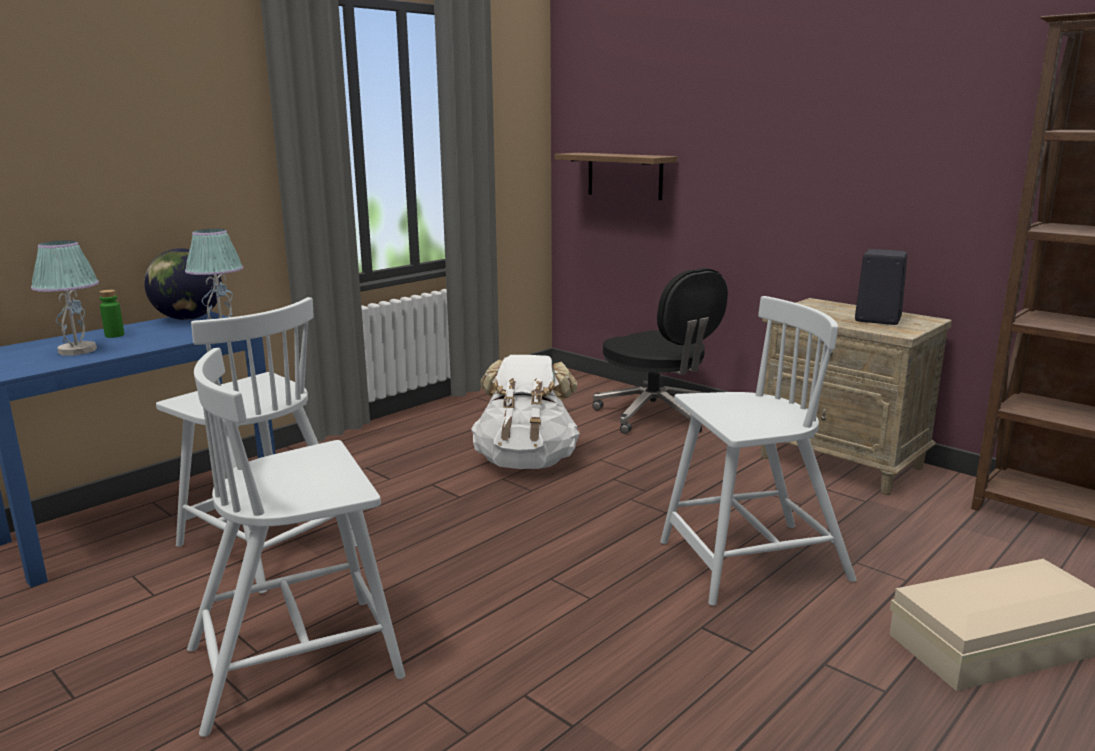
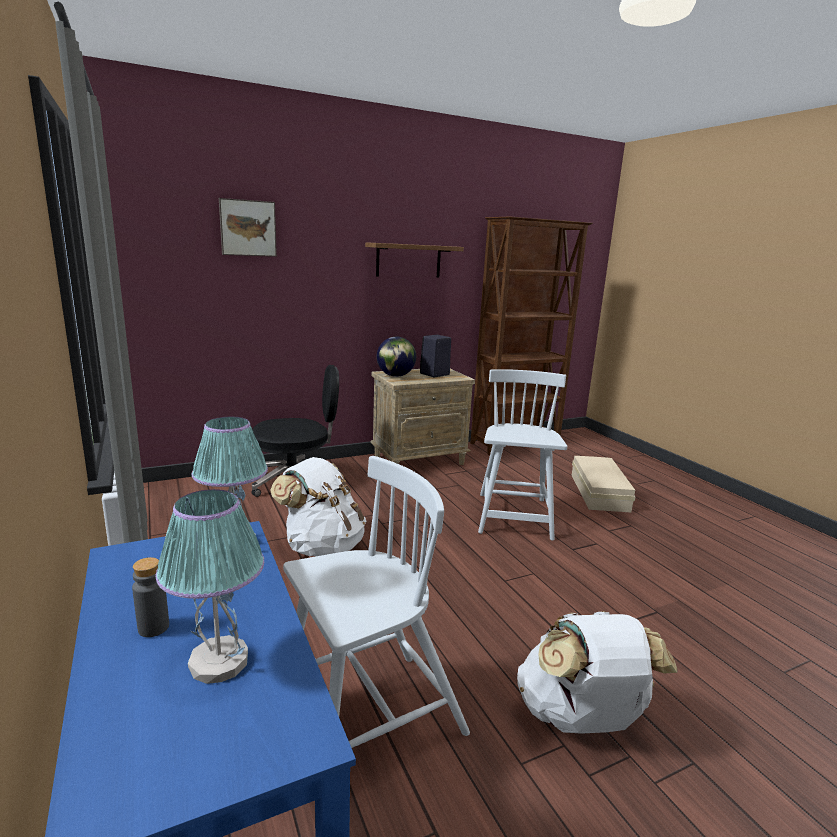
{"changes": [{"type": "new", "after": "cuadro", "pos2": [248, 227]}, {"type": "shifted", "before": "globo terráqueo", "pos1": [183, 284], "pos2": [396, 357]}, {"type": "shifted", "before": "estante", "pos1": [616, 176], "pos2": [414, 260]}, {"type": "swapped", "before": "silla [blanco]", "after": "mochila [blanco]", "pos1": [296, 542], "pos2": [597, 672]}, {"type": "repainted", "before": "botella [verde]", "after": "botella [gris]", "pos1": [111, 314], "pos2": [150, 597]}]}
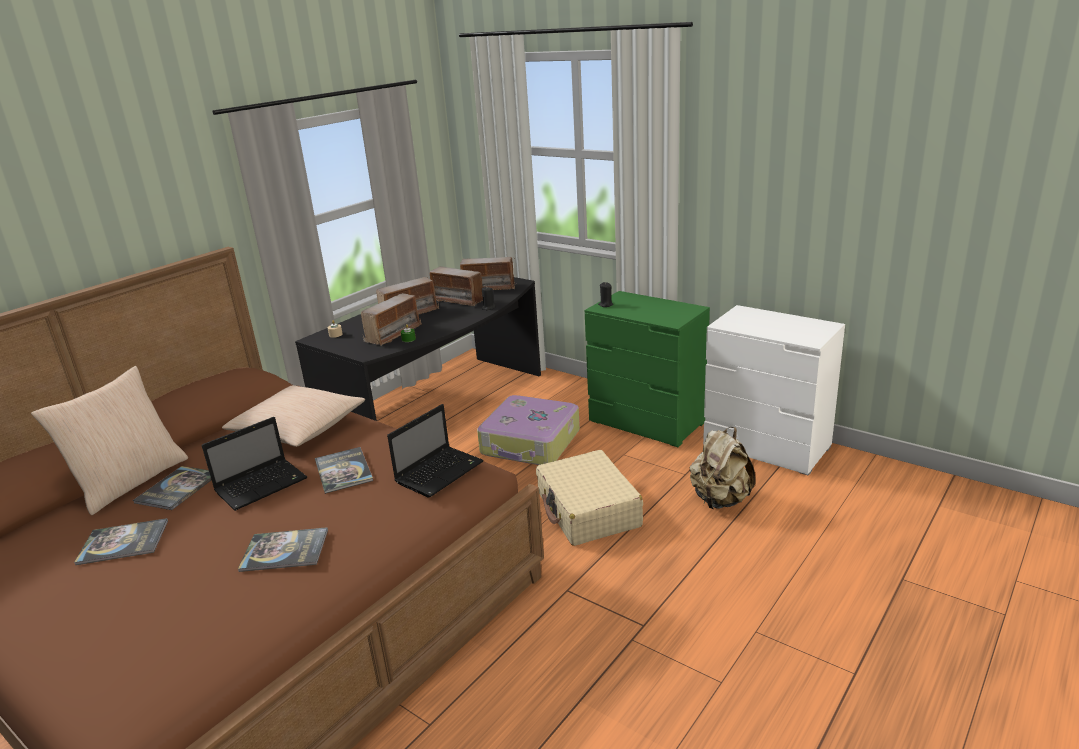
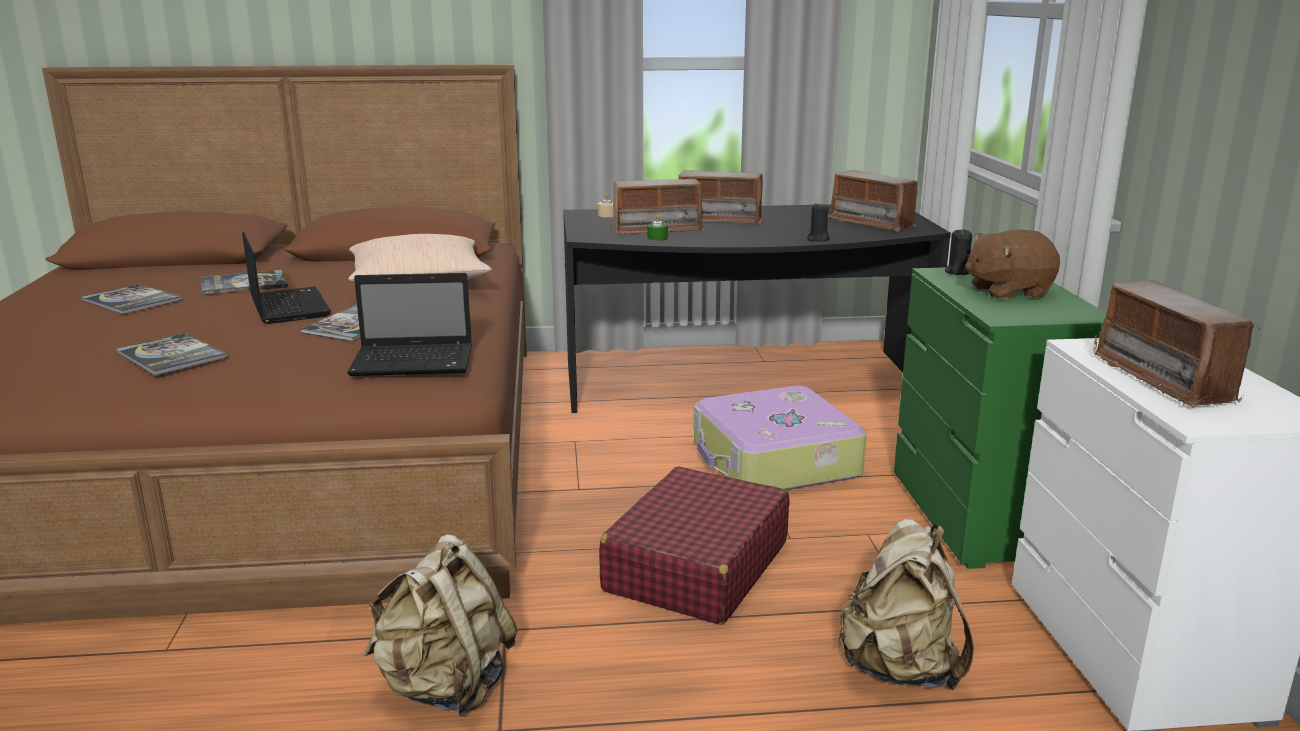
{"changes": [{"type": "gone", "before": "cojín [beis]", "pos1": [109, 440]}, {"type": "new", "after": "mochila [beis]", "pos2": [440, 625]}, {"type": "new", "after": "peluche [marrón]", "pos2": [1012, 264]}, {"type": "shifted", "before": "radio", "pos1": [456, 286], "pos2": [1176, 344]}, {"type": "repainted", "before": "maleta [beis]", "after": "maleta [rojo]", "pos1": [589, 498], "pos2": [694, 545]}, {"type": "rotated", "before": "portátil", "pos1": [254, 464], "pos2": [286, 278], "turn": -120}]}
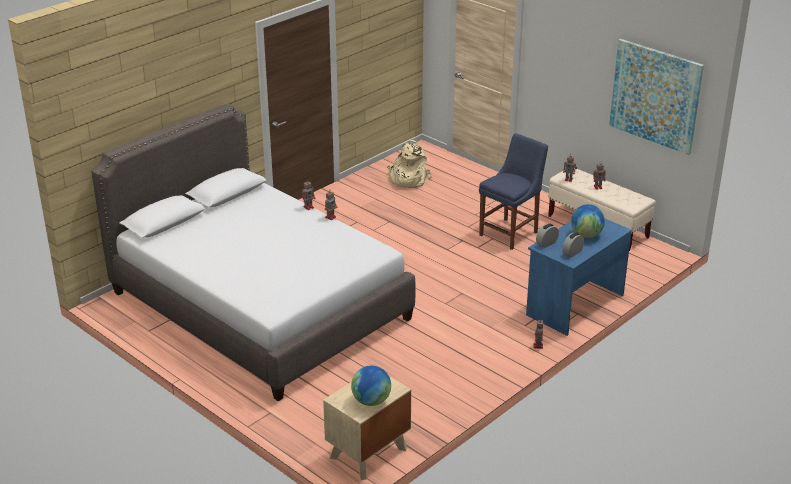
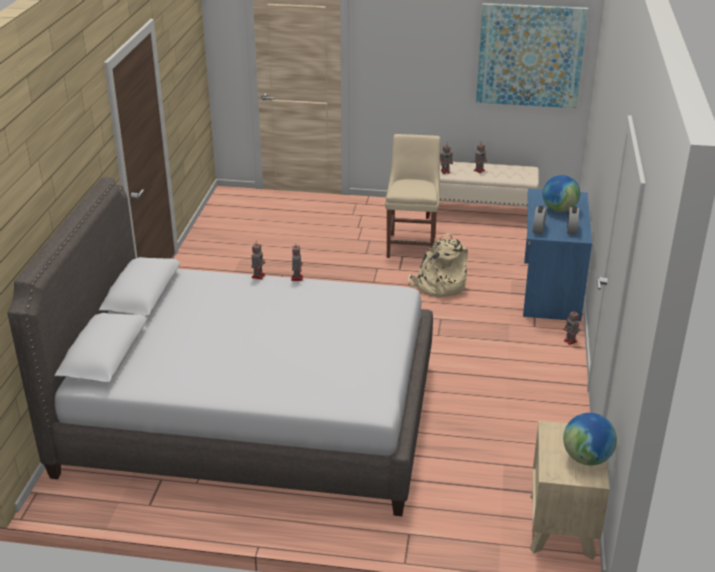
{"changes": [{"type": "shifted", "before": "mochila [beis]", "pos1": [409, 164], "pos2": [438, 265]}, {"type": "repainted", "before": "silla [azul]", "after": "silla [beis]", "pos1": [513, 191], "pos2": [413, 196]}]}
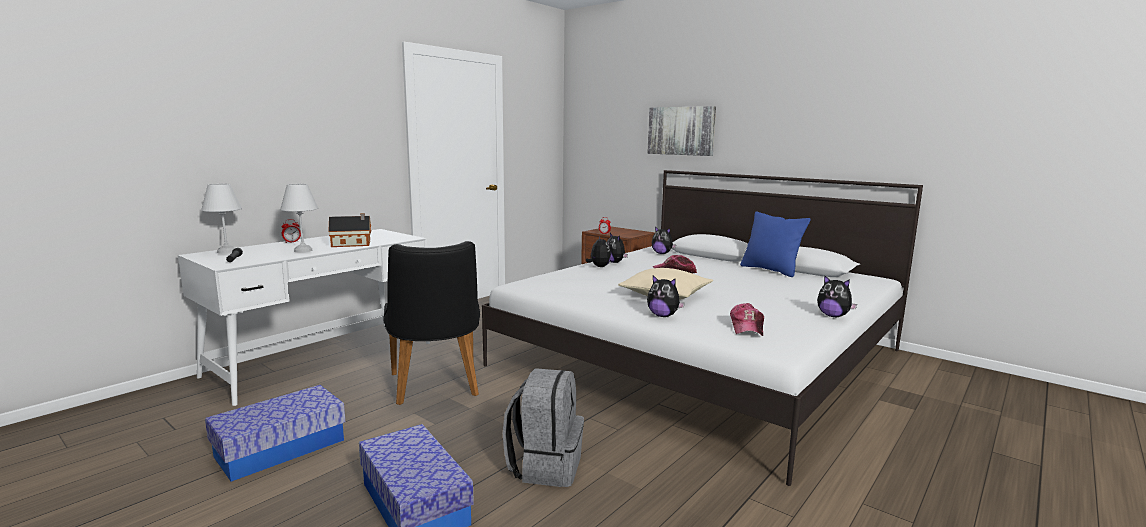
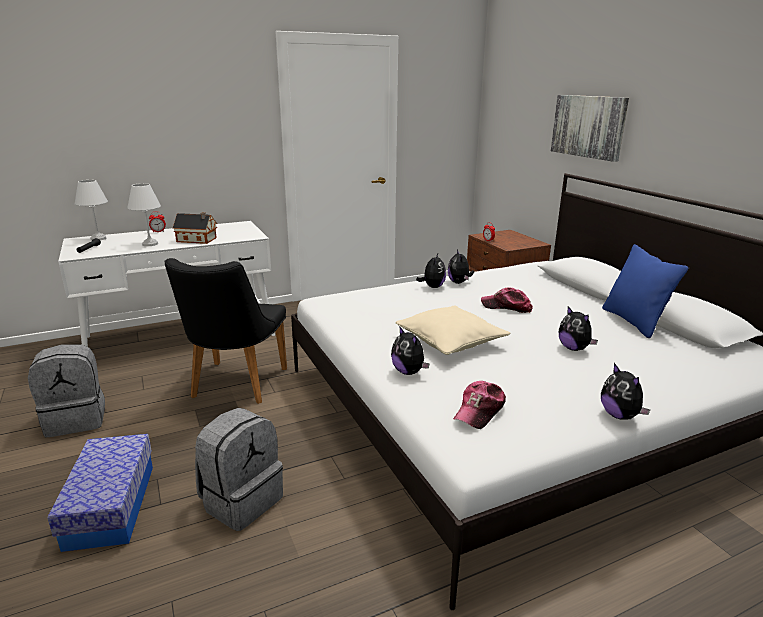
{"changes": [{"type": "shifted", "before": "peluche", "pos1": [664, 240], "pos2": [578, 328]}, {"type": "swapped", "before": "caja de almacenaje", "after": "mochila [gris]", "pos1": [275, 433], "pos2": [66, 391]}]}
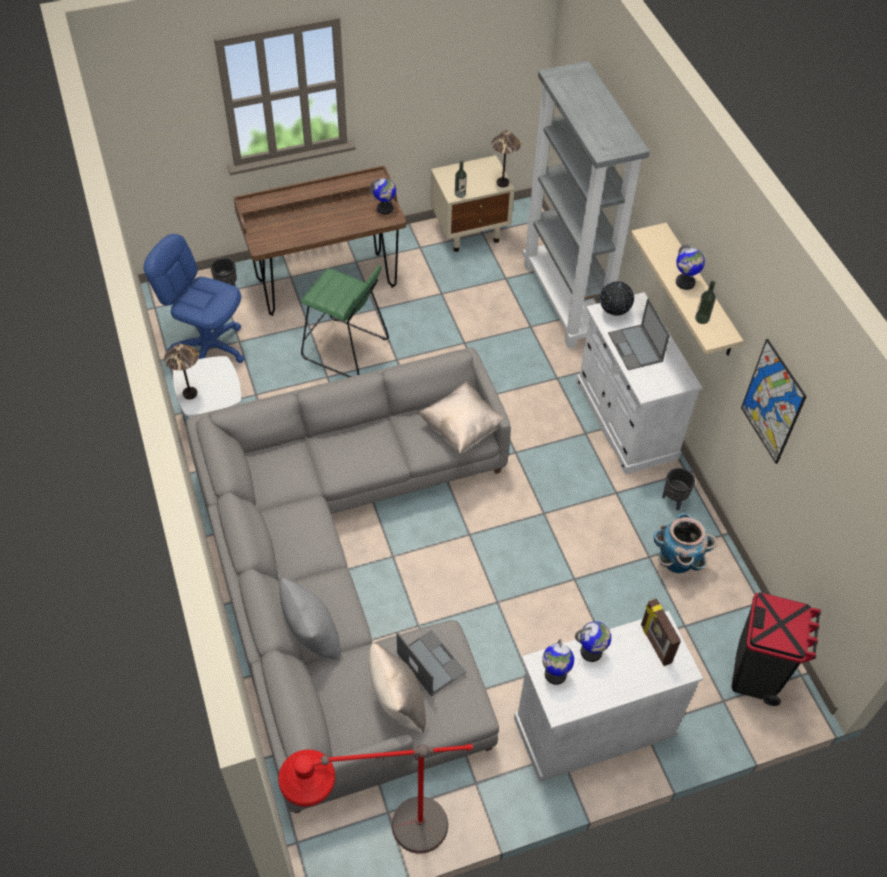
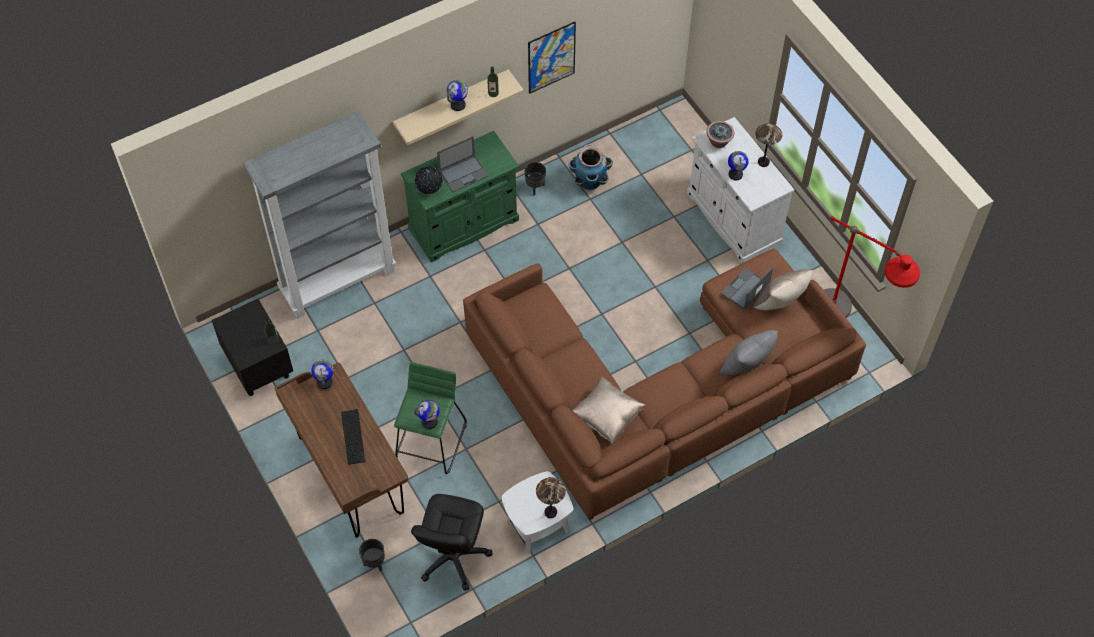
{"changes": [{"type": "gone", "before": "papelera [negro]", "pos1": [776, 649]}, {"type": "new", "after": "teclado", "pos2": [353, 437]}, {"type": "shifted", "before": "cojín [beis]", "pos1": [460, 417], "pos2": [609, 410]}, {"type": "shifted", "before": "lámpara de mesa", "pos1": [506, 158], "pos2": [769, 145]}, {"type": "shifted", "before": "globo terráqueo", "pos1": [558, 662], "pos2": [427, 414]}, {"type": "swapped", "before": "portarretratos", "after": "planta en maceta", "pos1": [661, 632], "pos2": [720, 134]}, {"type": "repainted", "before": "silla de oficina [azul]", "after": "silla de oficina [negro]", "pos1": [194, 298], "pos2": [452, 542]}, {"type": "repainted", "before": "sofá [gris]", "after": "sofá [marrón]", "pos1": [348, 580], "pos2": [664, 384]}, {"type": "repainted", "before": "mesita de noche [beis]", "after": "mesita de noche [negro]", "pos1": [472, 203], "pos2": [252, 347]}, {"type": "repainted", "before": "armario [blanco]", "after": "armario [verde]", "pos1": [639, 383], "pos2": [460, 197]}]}
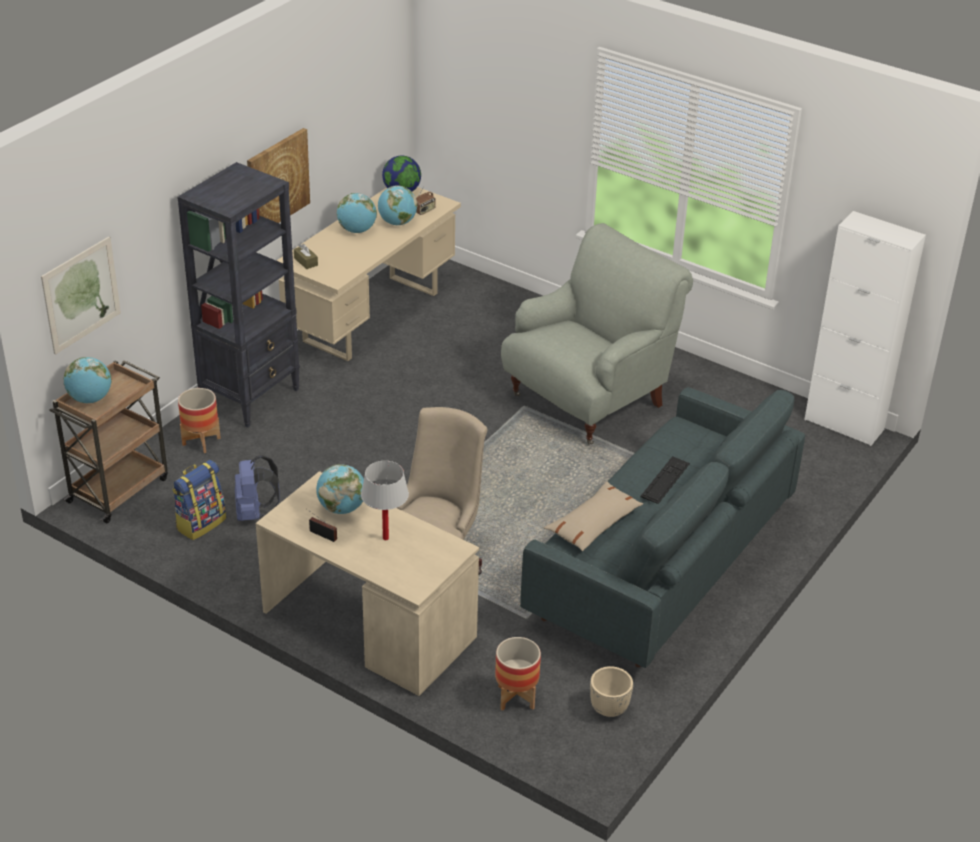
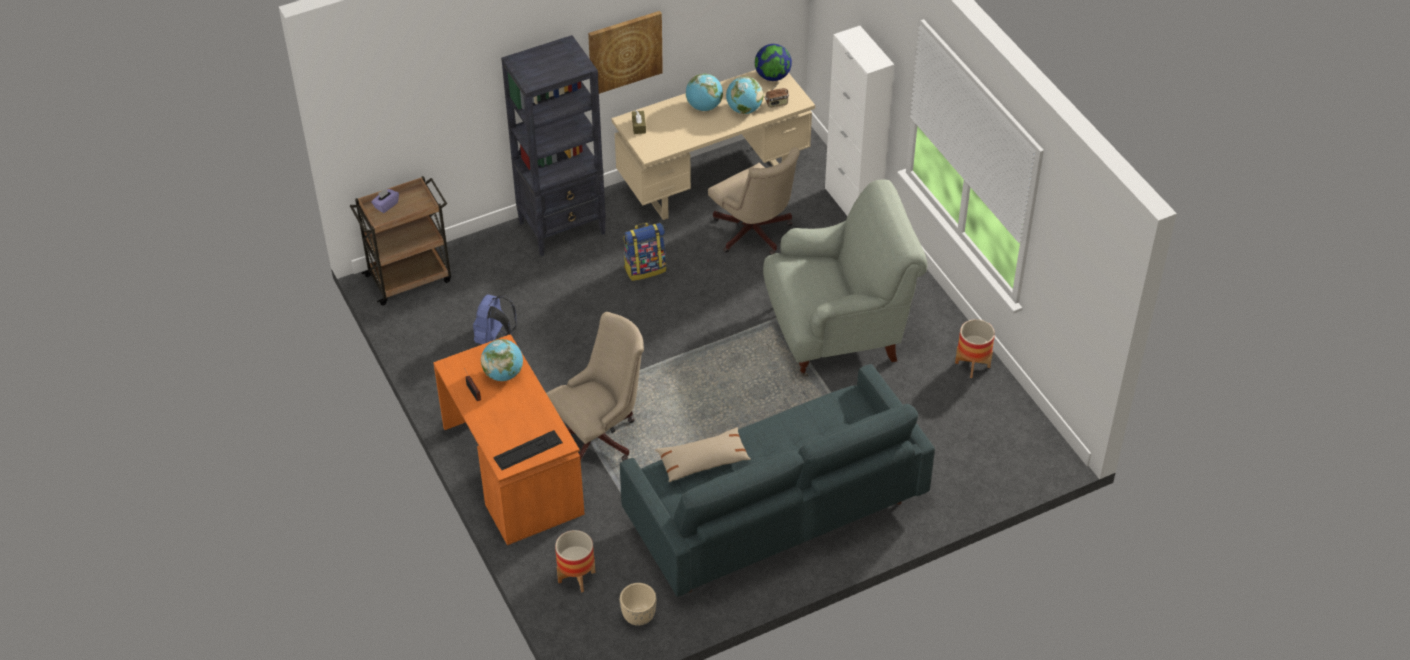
{"changes": [{"type": "gone", "before": "cuadro", "pos1": [81, 296]}, {"type": "gone", "before": "lámpara de mesa [blanco]", "pos1": [385, 500]}, {"type": "new", "after": "silla de oficina [beis]", "pos2": [754, 201]}, {"type": "shifted", "before": "mochila", "pos1": [199, 500], "pos2": [645, 252]}, {"type": "shifted", "before": "maceta", "pos1": [199, 420], "pos2": [975, 348]}, {"type": "shifted", "before": "teclado", "pos1": [665, 480], "pos2": [528, 450]}, {"type": "shifted", "before": "armario [blanco]", "pos1": [865, 328], "pos2": [859, 121]}, {"type": "swapped", "before": "globo terráqueo", "after": "caja de pañuelos [morado]", "pos1": [88, 380], "pos2": [385, 200]}, {"type": "repainted", "before": "escritorio [beis]", "after": "escritorio [naranja]", "pos1": [367, 583], "pos2": [509, 439]}]}
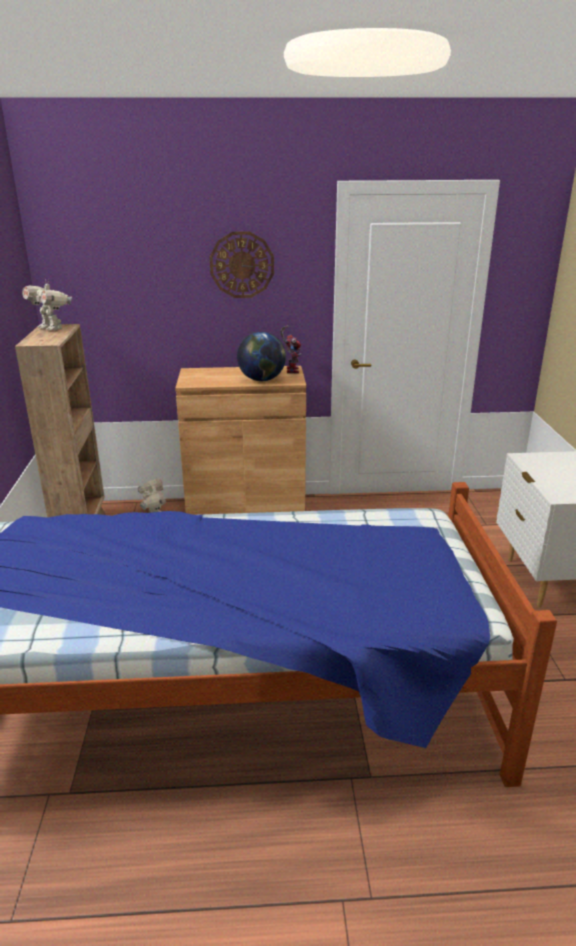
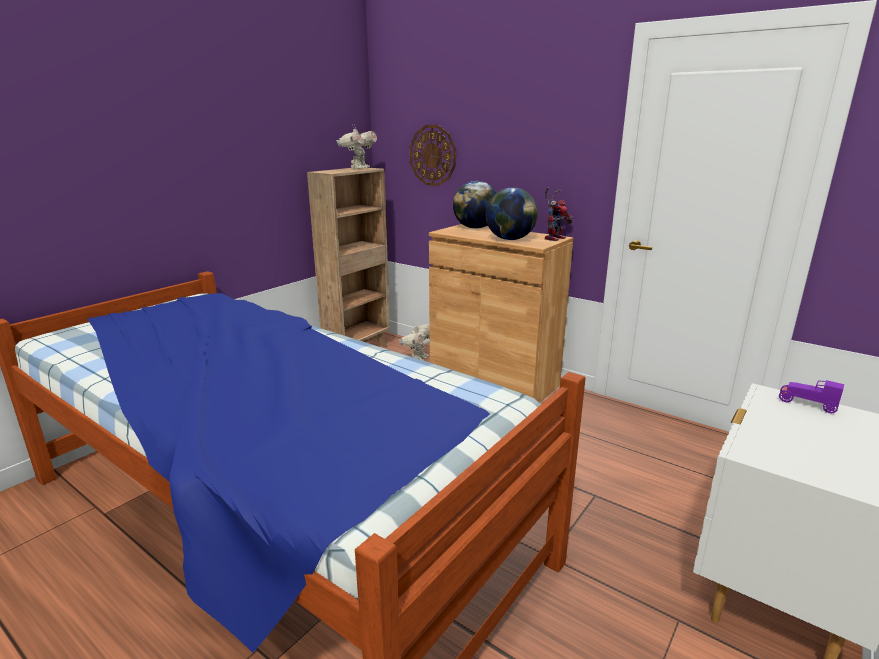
{"changes": [{"type": "new", "after": "globo terráqueo", "pos2": [474, 205]}, {"type": "new", "after": "coche de juguete [morado]", "pos2": [811, 396]}, {"type": "shifted", "before": "reloj de pared", "pos1": [242, 264], "pos2": [433, 155]}, {"type": "rotated", "before": "robot de juguete", "pos1": [47, 305], "pos2": [356, 148], "turn": -150}]}
